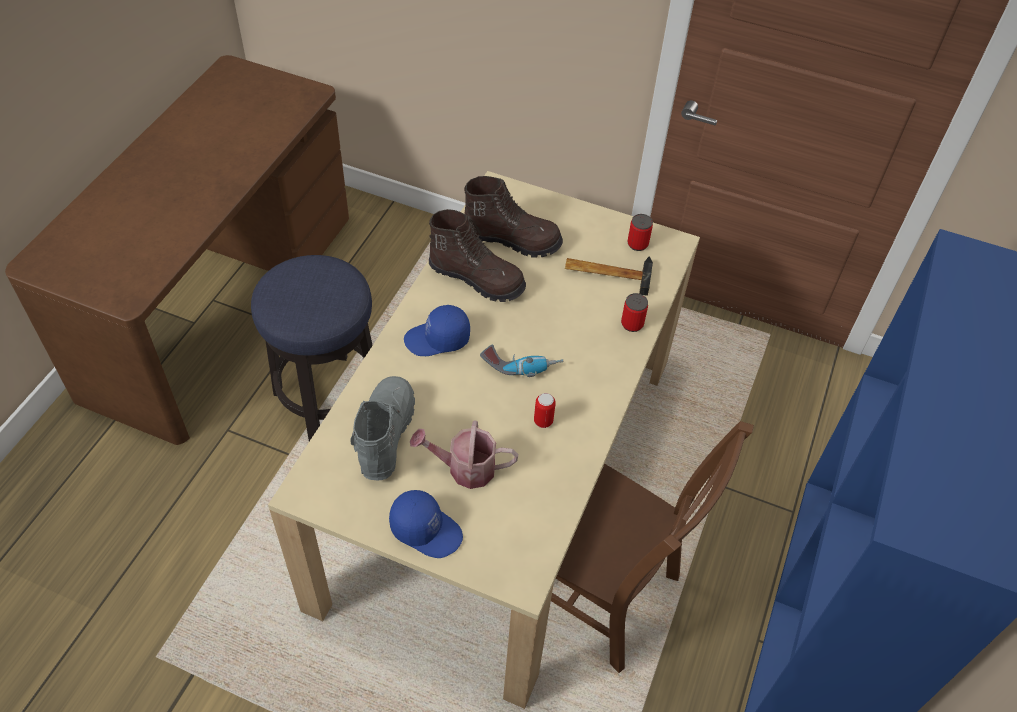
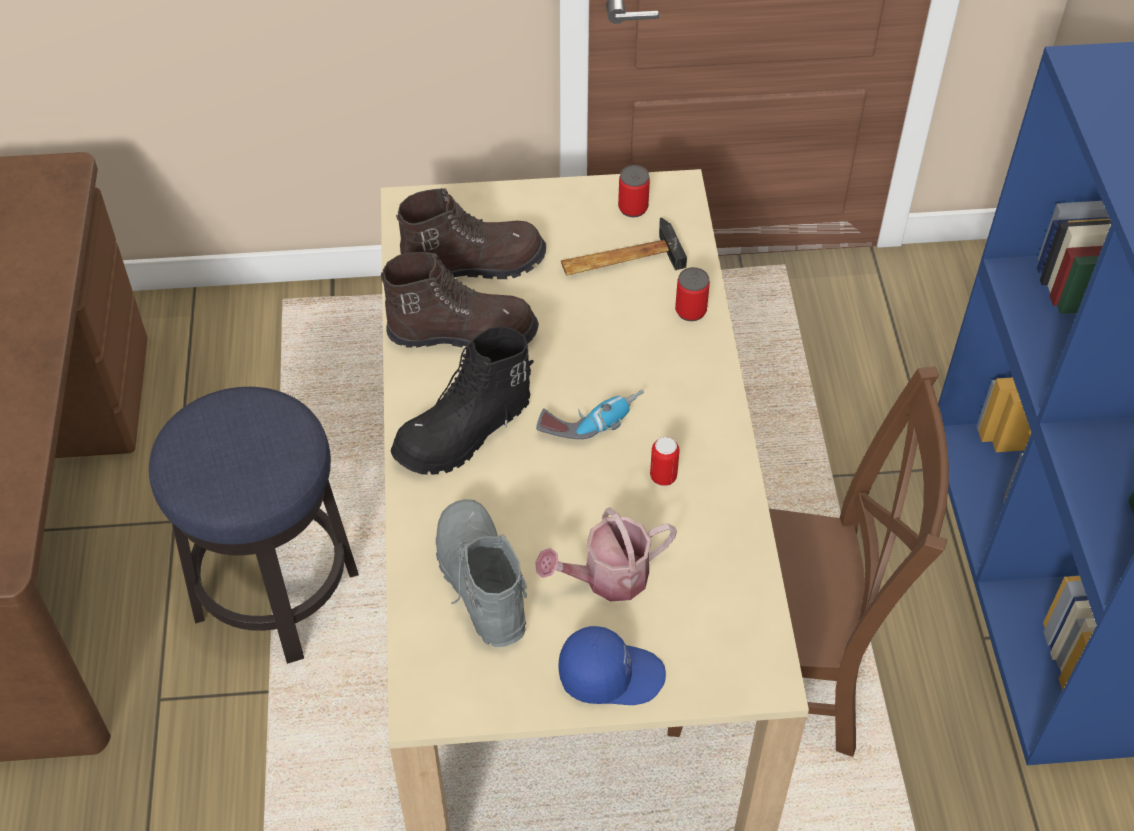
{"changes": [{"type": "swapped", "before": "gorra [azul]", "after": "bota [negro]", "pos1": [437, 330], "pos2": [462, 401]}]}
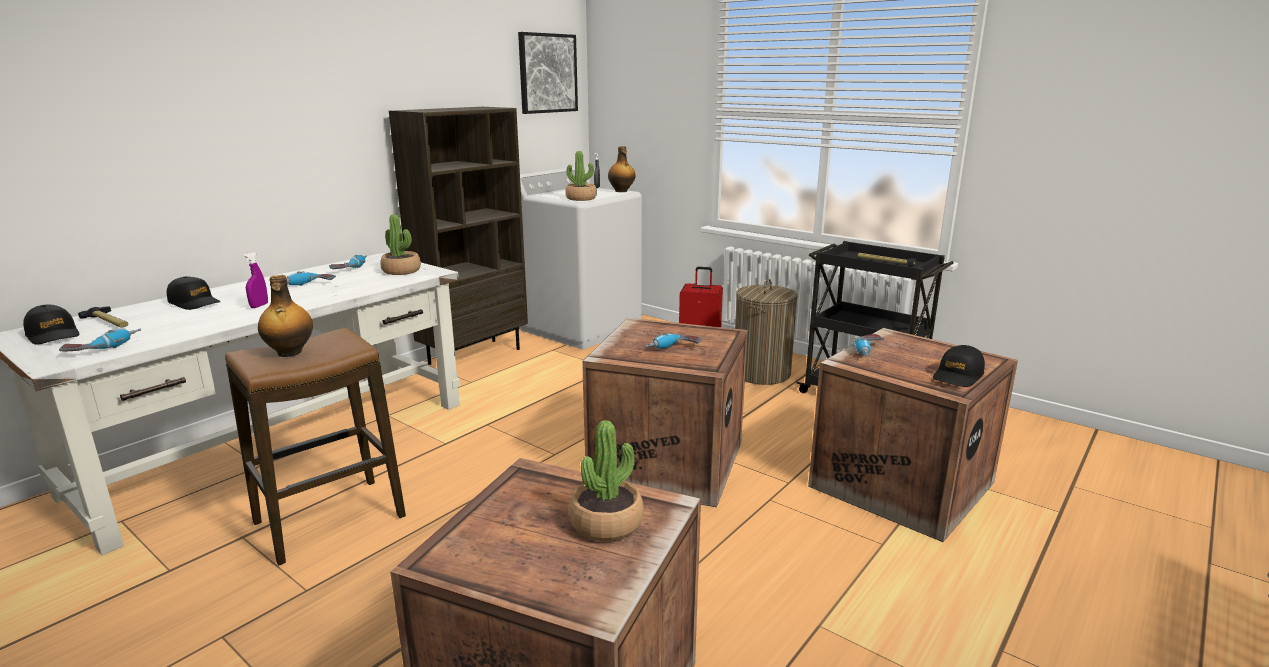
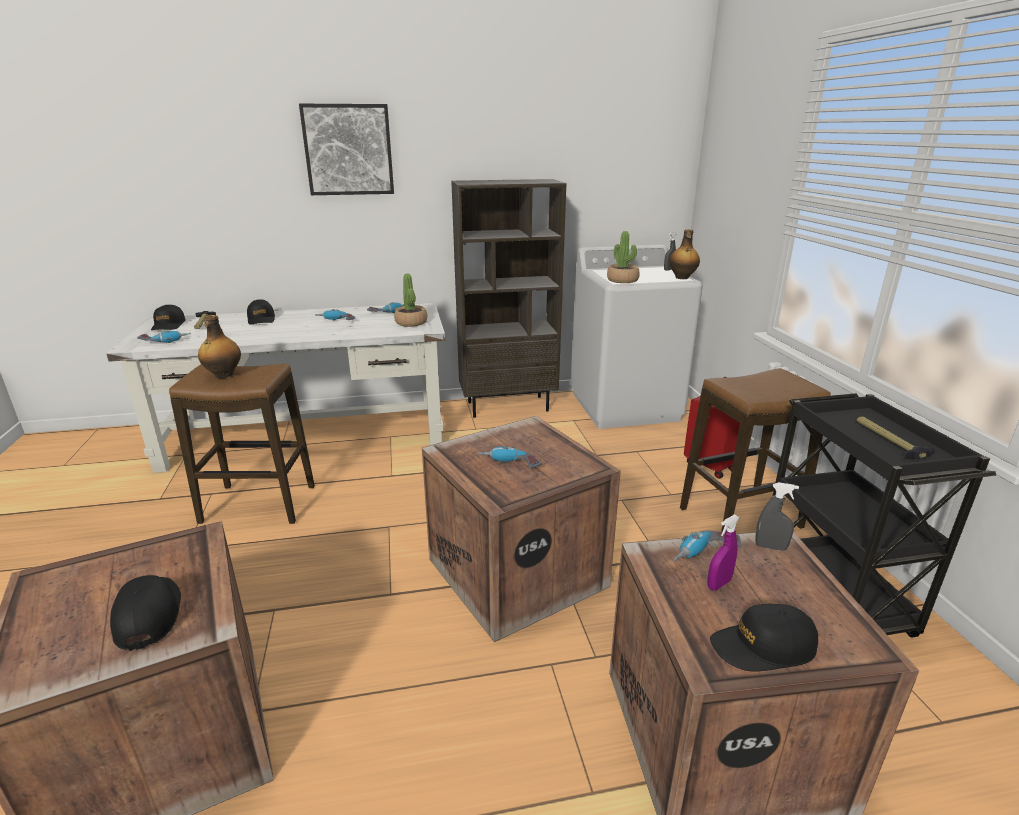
{"changes": [{"type": "new", "after": "pulverizador [gris]", "pos2": [777, 516]}, {"type": "shifted", "before": "pulverizador [morado]", "pos1": [255, 280], "pos2": [723, 552]}, {"type": "shifted", "before": "cuadro", "pos1": [548, 73], "pos2": [346, 149]}, {"type": "swapped", "before": "planta en maceta", "after": "gorra [negro]", "pos1": [606, 480], "pos2": [145, 613]}, {"type": "swapped", "before": "cesto de la ropa", "after": "taburete", "pos1": [766, 332], "pos2": [755, 450]}]}
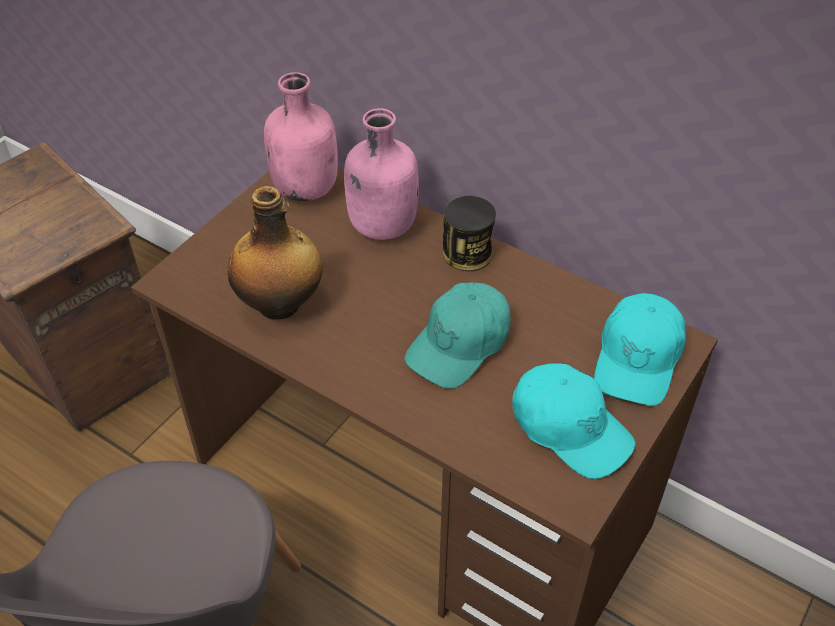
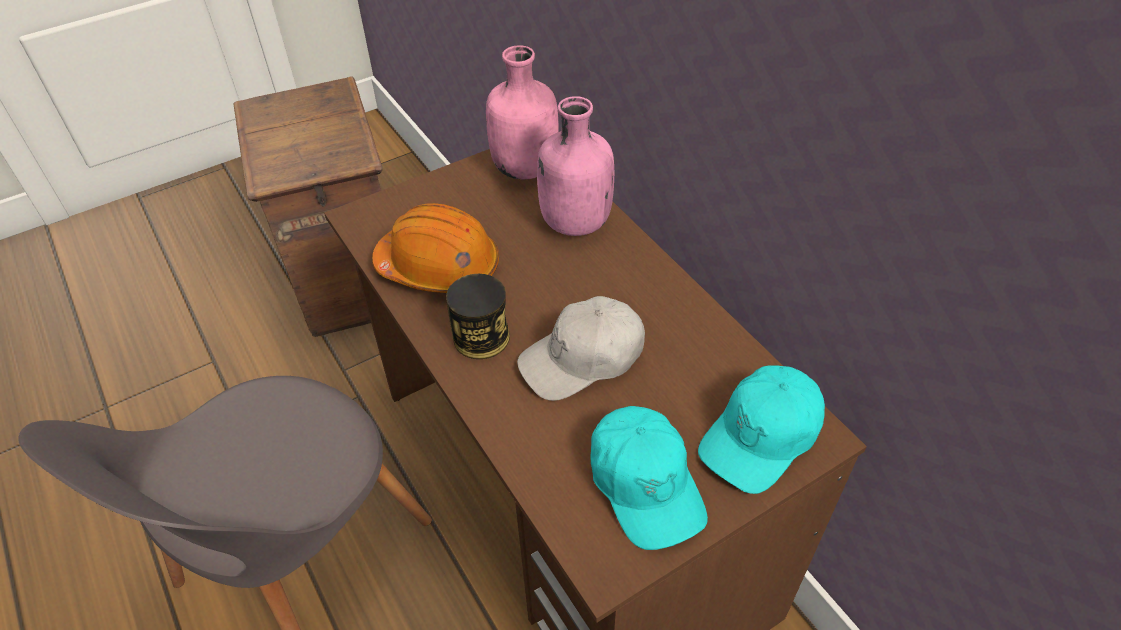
{"changes": [{"type": "shifted", "before": "lata", "pos1": [469, 233], "pos2": [478, 316]}, {"type": "swapped", "before": "botella", "after": "casco [naranja]", "pos1": [275, 253], "pos2": [435, 248]}, {"type": "repainted", "before": "gorra [turquesa]", "after": "gorra [blanco]", "pos1": [457, 336], "pos2": [581, 348]}]}
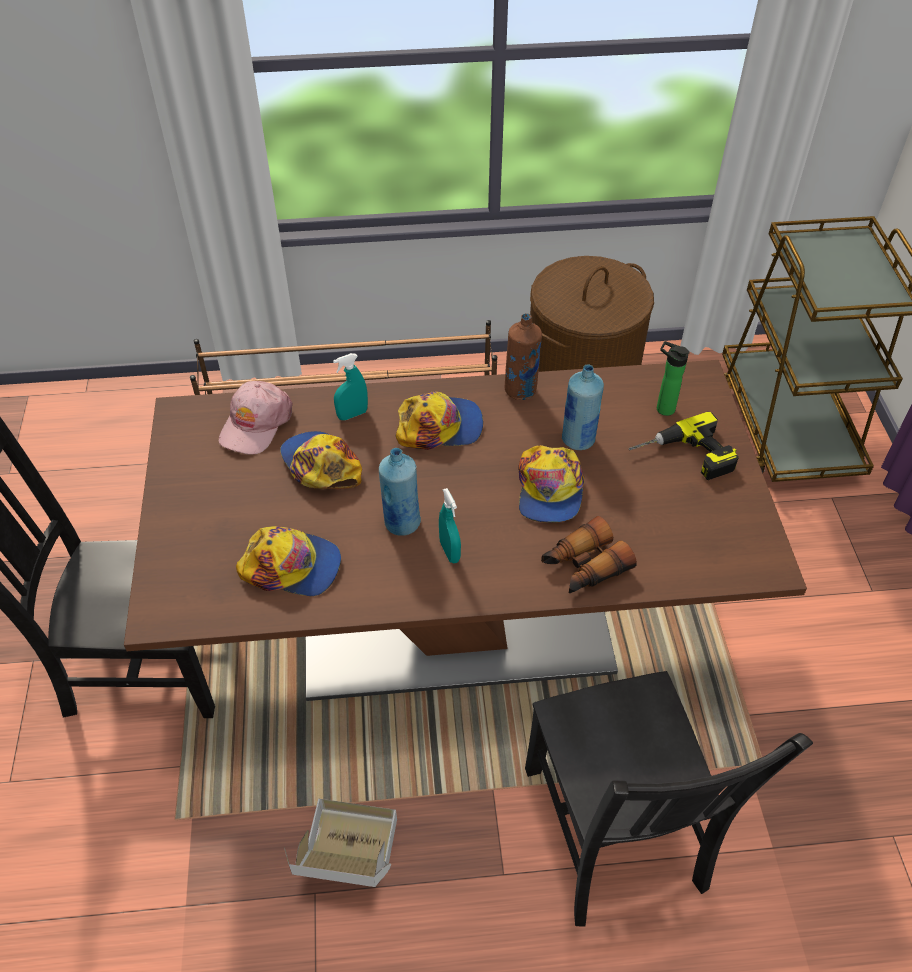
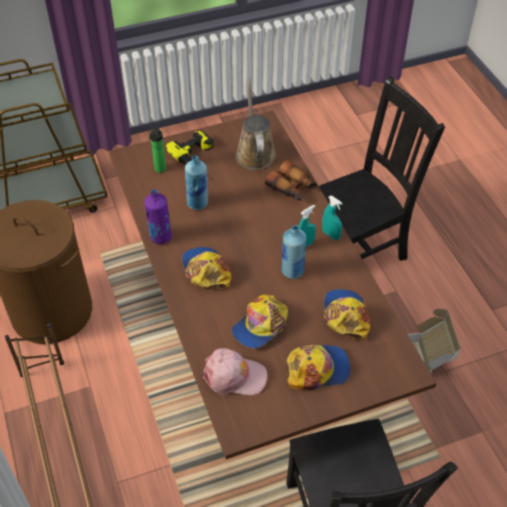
{"changes": [{"type": "new", "after": "regadera [marrón]", "pos2": [256, 124]}, {"type": "shifted", "before": "pulverizador [turquesa]", "pos1": [350, 386], "pos2": [332, 218]}, {"type": "shifted", "before": "gorra", "pos1": [551, 484], "pos2": [318, 367]}, {"type": "repainted", "before": "botella [marrón]", "after": "botella [morado]", "pos1": [523, 356], "pos2": [158, 216]}]}
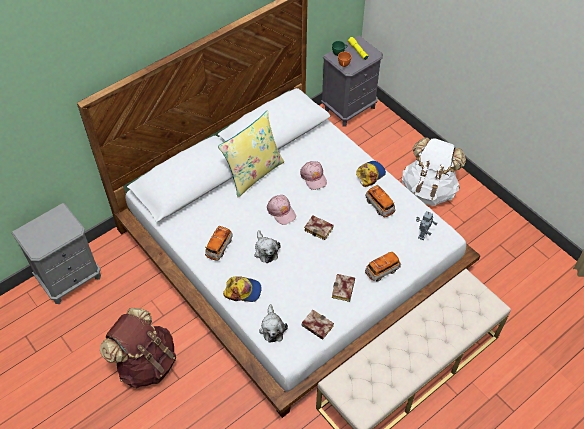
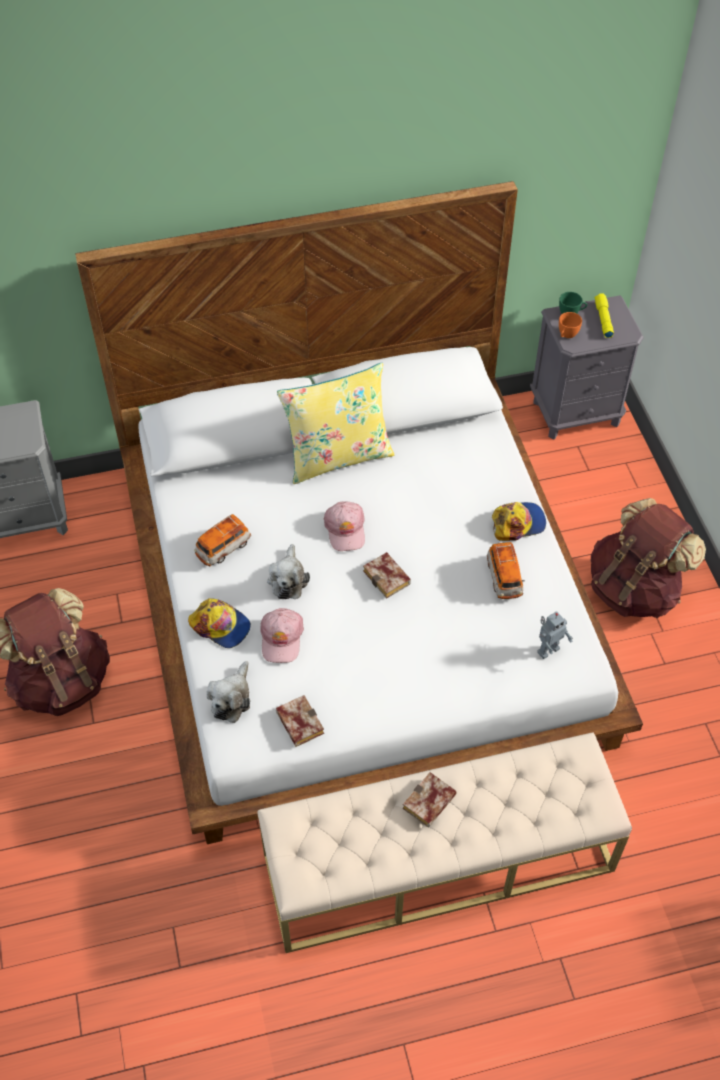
{"changes": [{"type": "gone", "before": "coche de juguete", "pos1": [383, 267]}, {"type": "shifted", "before": "gorra [rosa]", "pos1": [313, 175], "pos2": [282, 635]}, {"type": "shifted", "before": "libro", "pos1": [343, 288], "pos2": [430, 800]}, {"type": "repainted", "before": "mochila [blanco]", "after": "mochila [marrón]", "pos1": [434, 171], "pos2": [648, 558]}]}
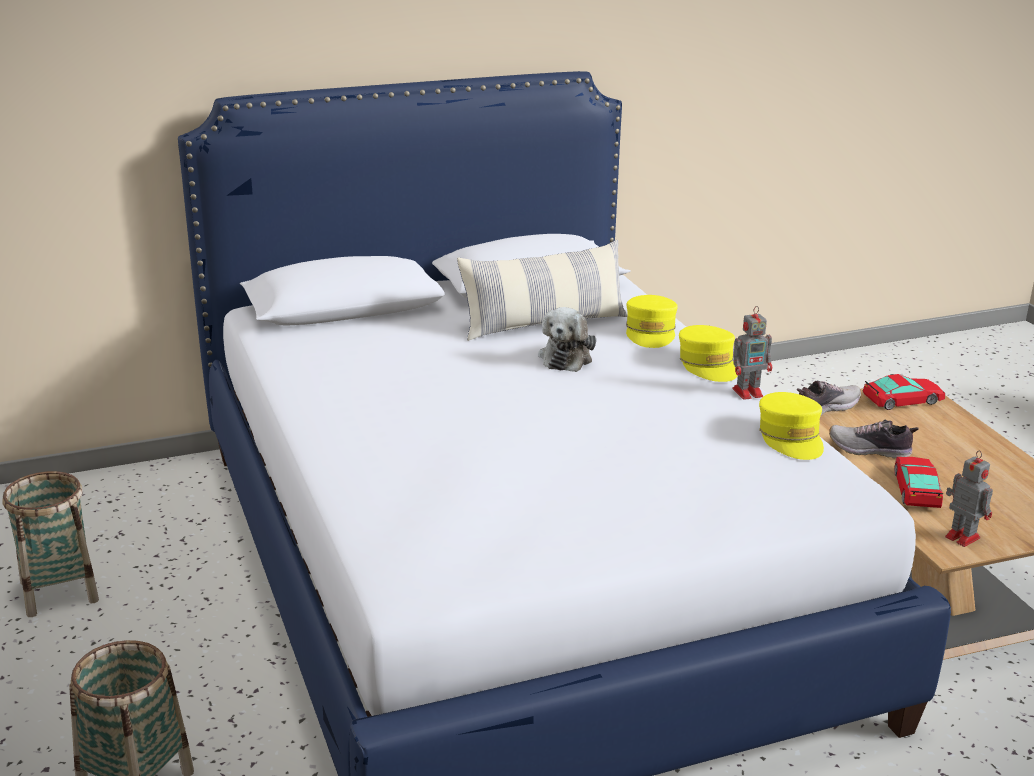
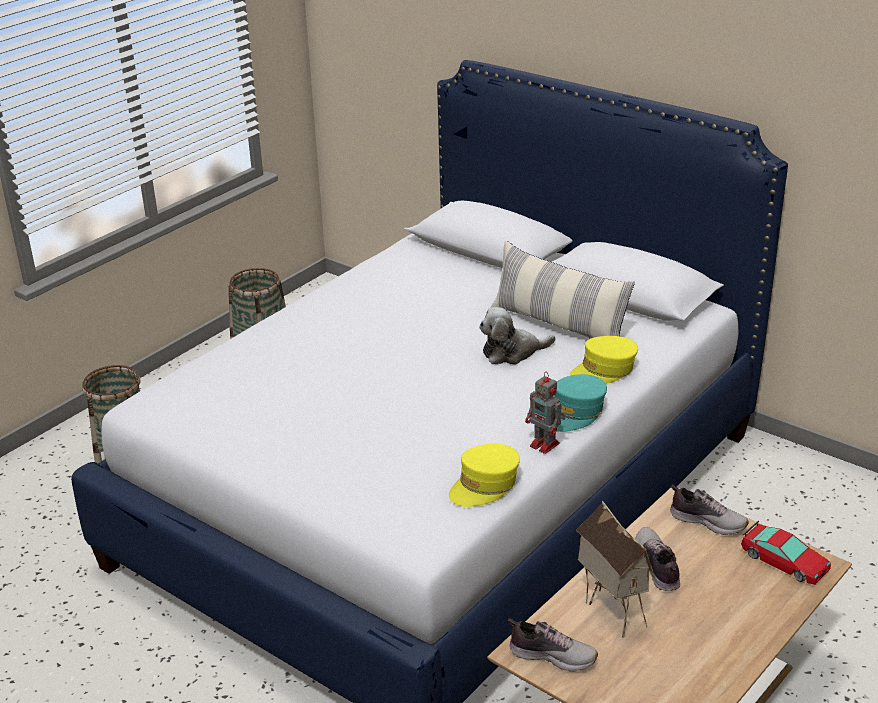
{"changes": [{"type": "swapped", "before": "coche de juguete", "after": "casita", "pos1": [918, 482], "pos2": [615, 569]}, {"type": "swapped", "before": "robot de juguete", "after": "zapato", "pos1": [969, 498], "pos2": [553, 645]}, {"type": "repainted", "before": "gorra [amarillo]", "after": "gorra [turquesa]", "pos1": [708, 353], "pos2": [580, 403]}]}
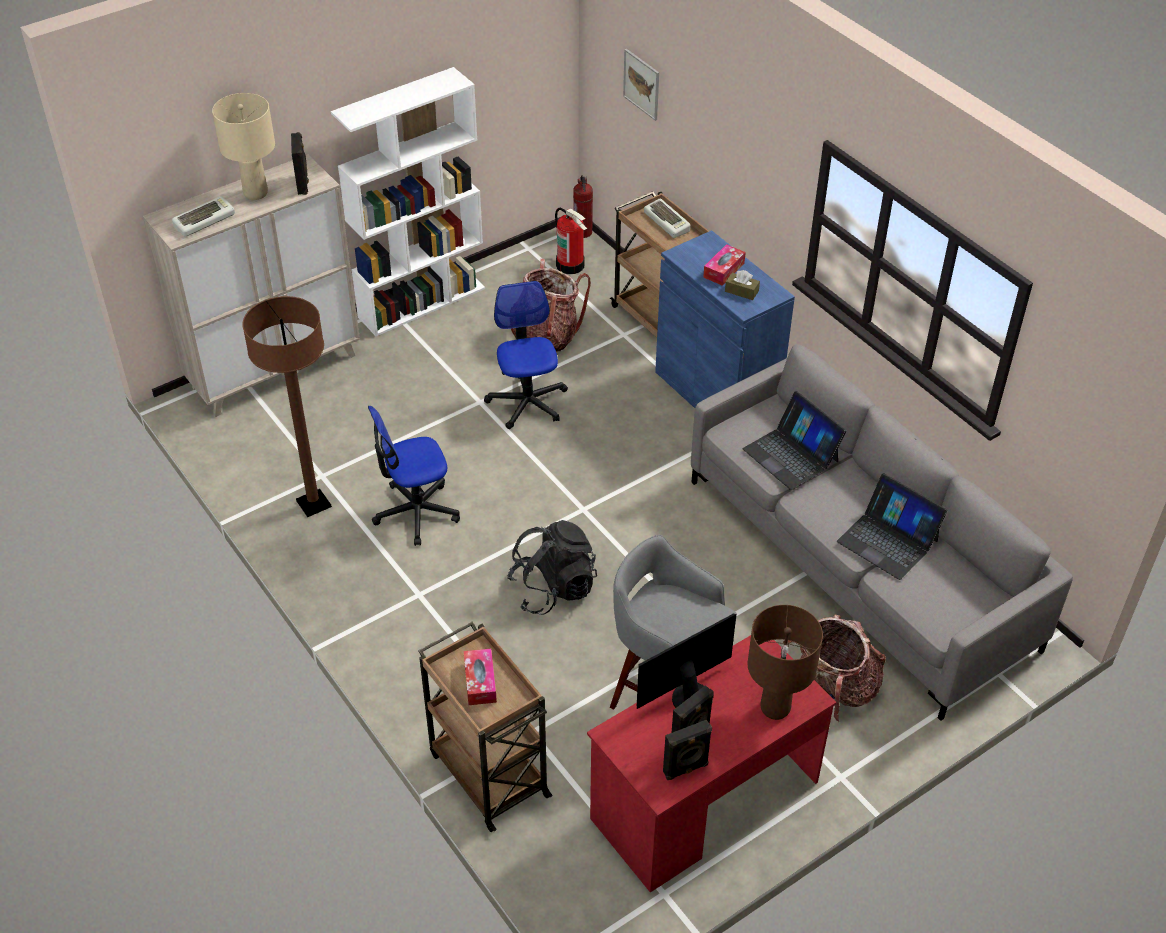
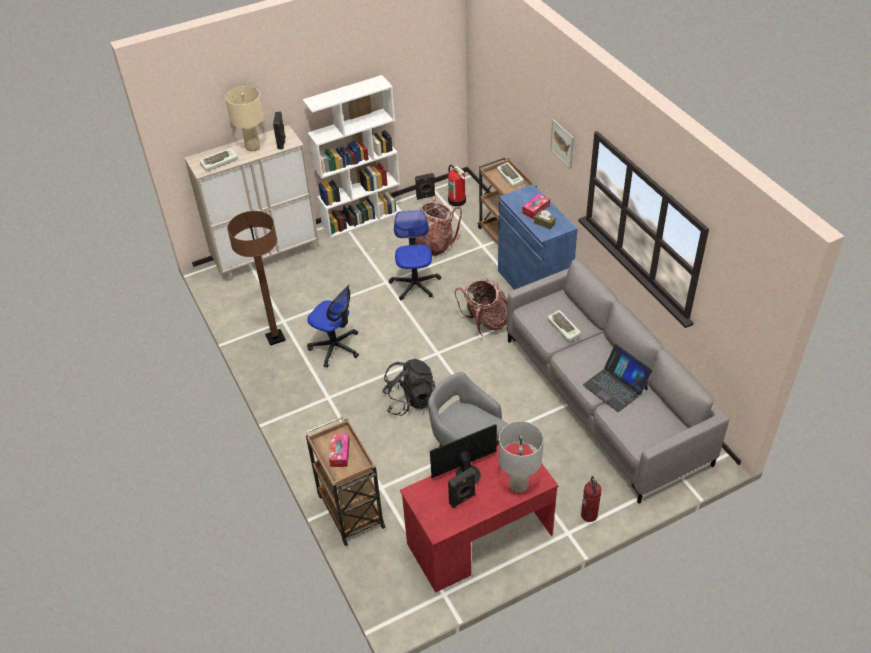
{"changes": [{"type": "shifted", "before": "extintor", "pos1": [583, 206], "pos2": [591, 499]}, {"type": "shifted", "before": "cuadro", "pos1": [641, 85], "pos2": [562, 144]}, {"type": "shifted", "before": "altavoz [negro]", "pos1": [687, 750], "pos2": [425, 186]}, {"type": "shifted", "before": "mochila", "pos1": [836, 668], "pos2": [481, 307]}, {"type": "swapped", "before": "portátil", "after": "teclado", "pos1": [794, 440], "pos2": [564, 326]}, {"type": "repainted", "before": "lámpara de mesa [marrón]", "after": "lámpara de mesa [gris]", "pos1": [785, 662], "pos2": [521, 457]}, {"type": "rotated", "before": "silla de oficina", "pos1": [414, 476], "pos2": [333, 325], "turn": -135}]}
